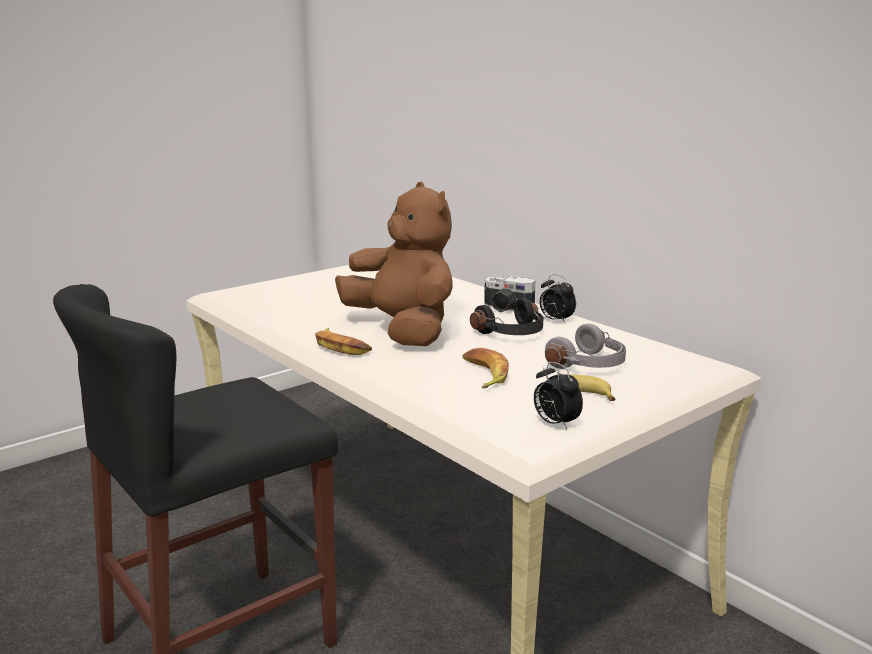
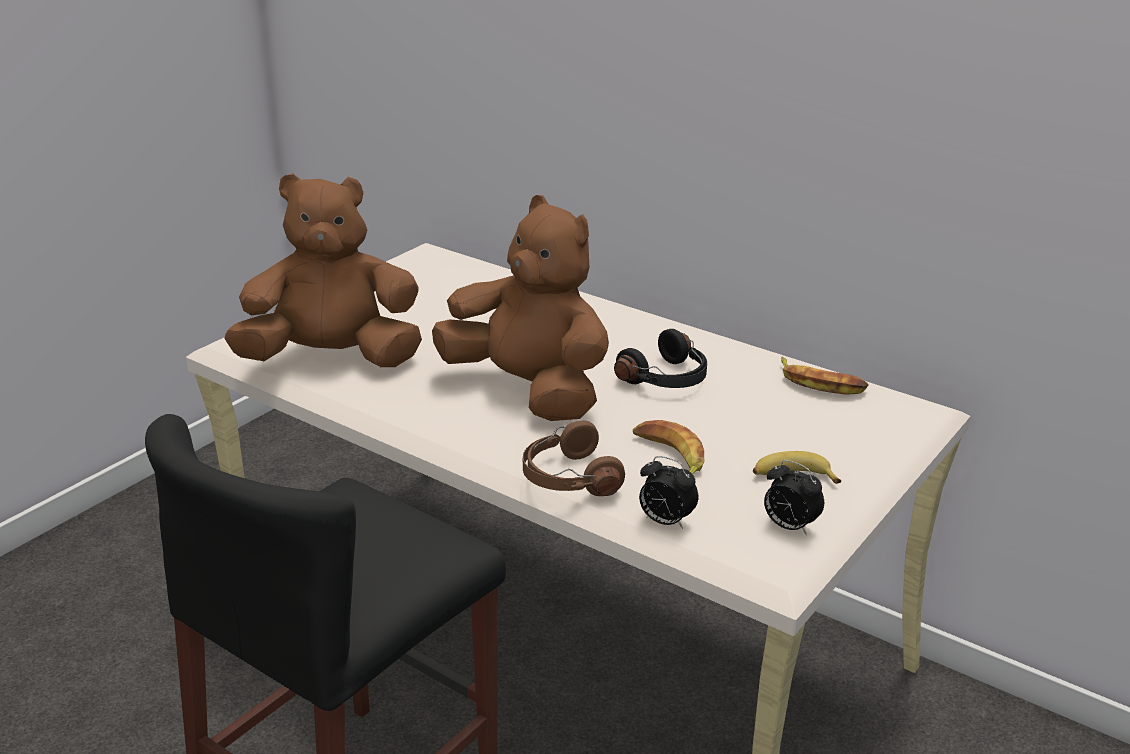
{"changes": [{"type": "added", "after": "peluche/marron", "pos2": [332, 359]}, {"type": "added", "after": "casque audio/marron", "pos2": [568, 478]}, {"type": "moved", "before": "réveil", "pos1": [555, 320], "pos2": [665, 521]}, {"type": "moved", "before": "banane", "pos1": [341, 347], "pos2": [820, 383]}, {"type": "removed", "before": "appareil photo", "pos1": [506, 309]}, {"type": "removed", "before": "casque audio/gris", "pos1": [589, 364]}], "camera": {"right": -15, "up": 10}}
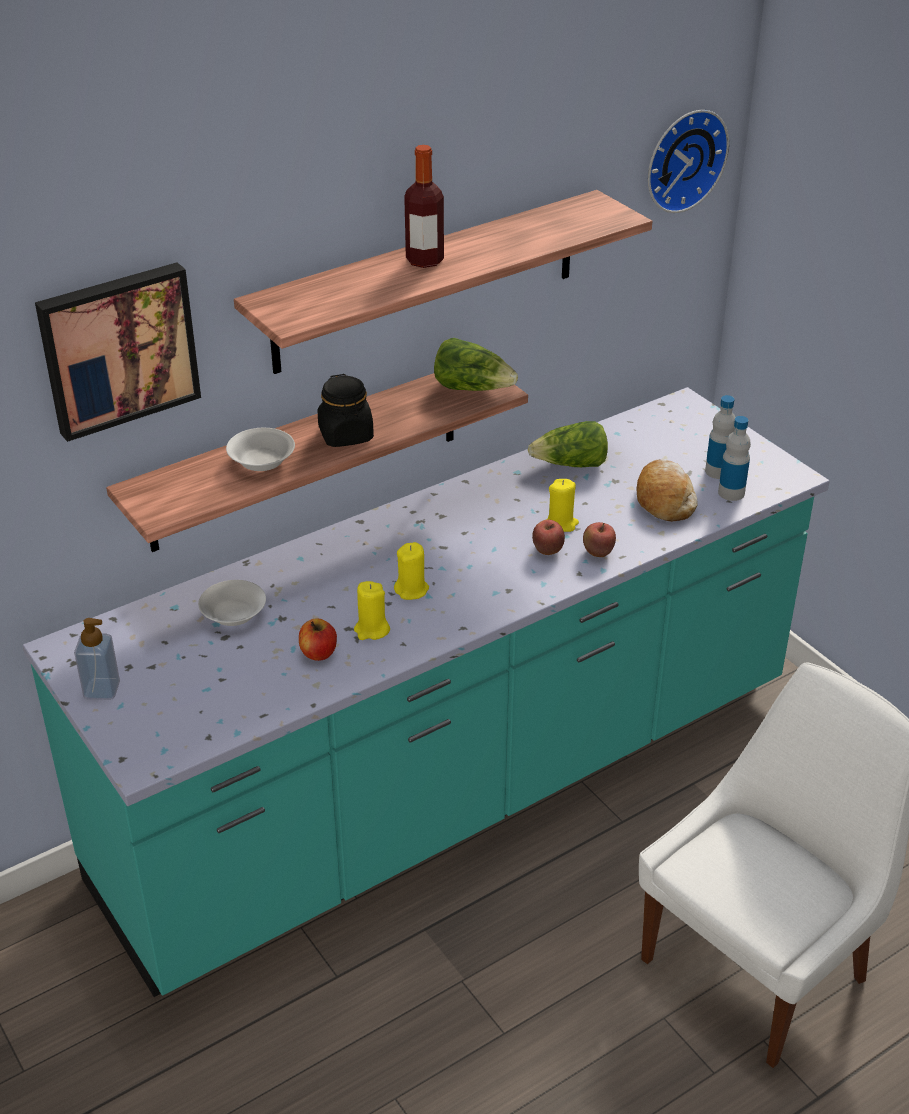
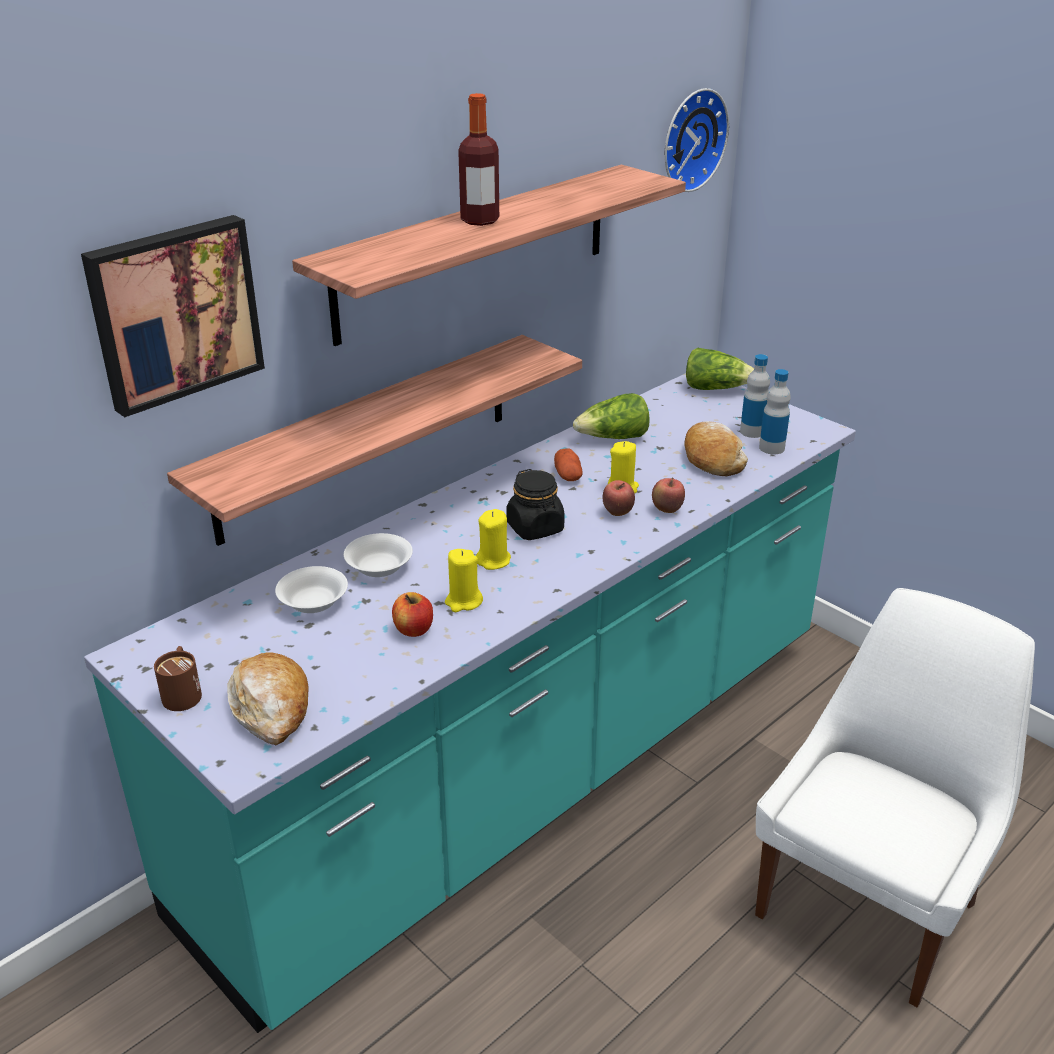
{"changes": [{"type": "replaced", "before": "distributeur de savon", "after": "mug/marron", "pos1": [102, 689], "pos2": [183, 692]}, {"type": "added", "after": "pain", "pos2": [271, 707]}, {"type": "moved", "before": "bol/blanc", "pos1": [261, 462], "pos2": [378, 567]}, {"type": "moved", "before": "bocal/noir", "pos1": [346, 435], "pos2": [535, 528]}, {"type": "added", "after": "pomme de terre", "pos2": [568, 475]}, {"type": "moved", "before": "laitue", "pos1": [472, 388], "pos2": [716, 388]}], "camera": {"right": -10, "up": -5}}
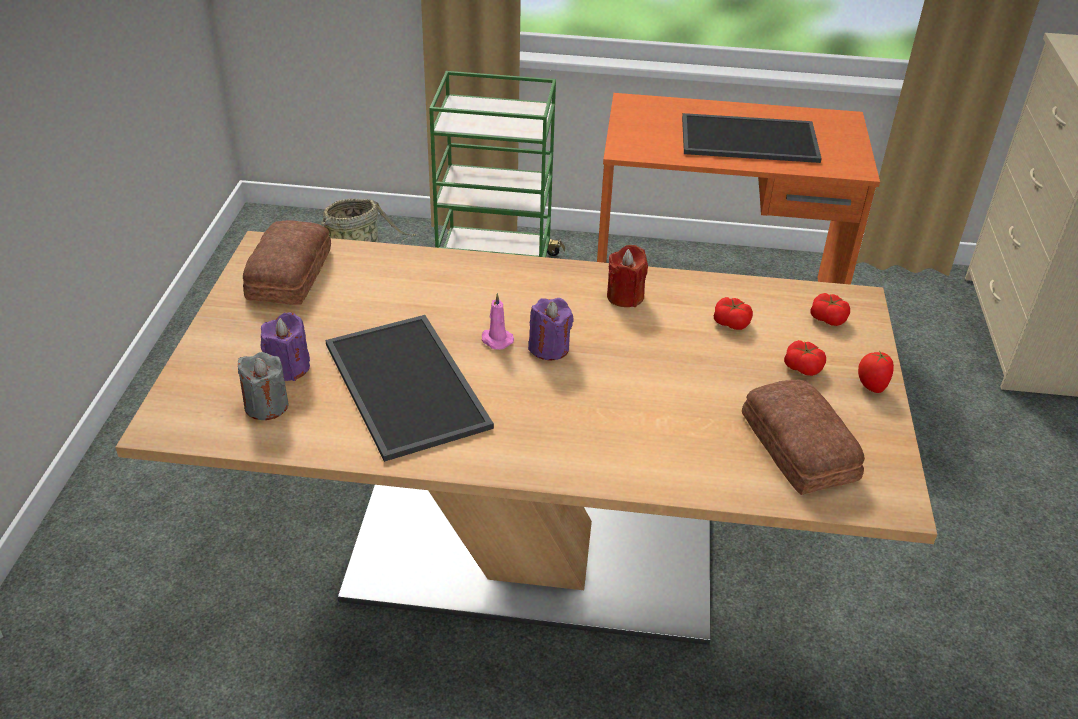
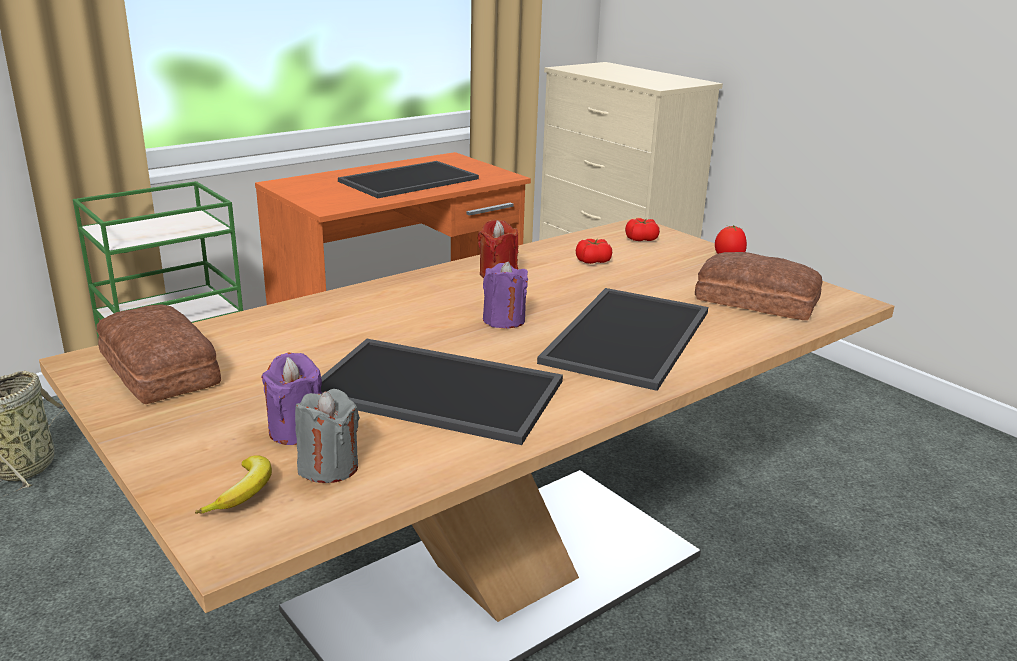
{"changes": [{"type": "added", "after": "banane", "pos2": [243, 493]}, {"type": "added", "after": "plateau", "pos2": [625, 335]}, {"type": "removed", "before": "bougie/rose", "pos1": [496, 340]}, {"type": "removed", "before": "tomate", "pos1": [803, 367]}], "camera": {"right": -45, "up": -15}}
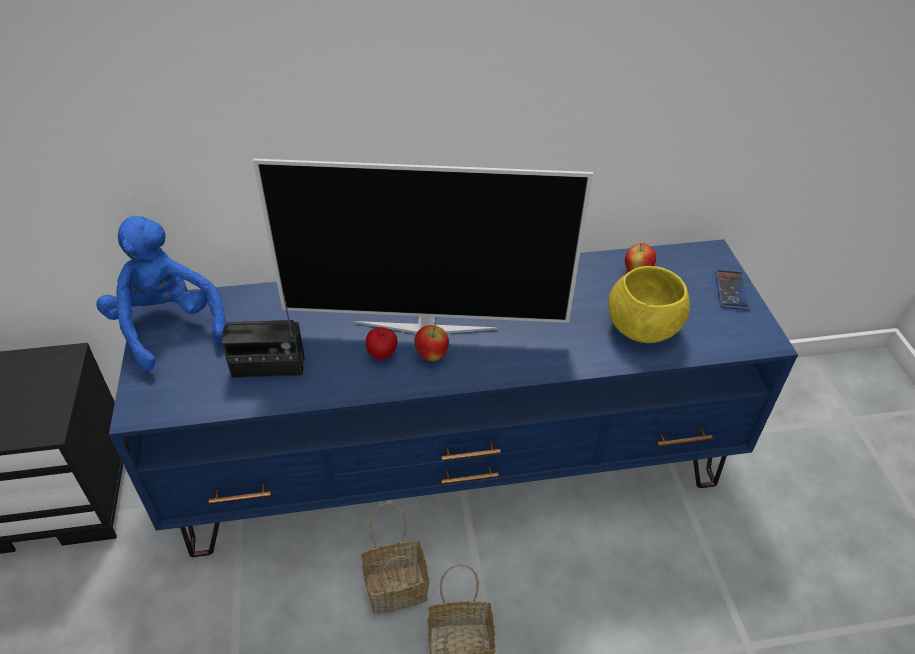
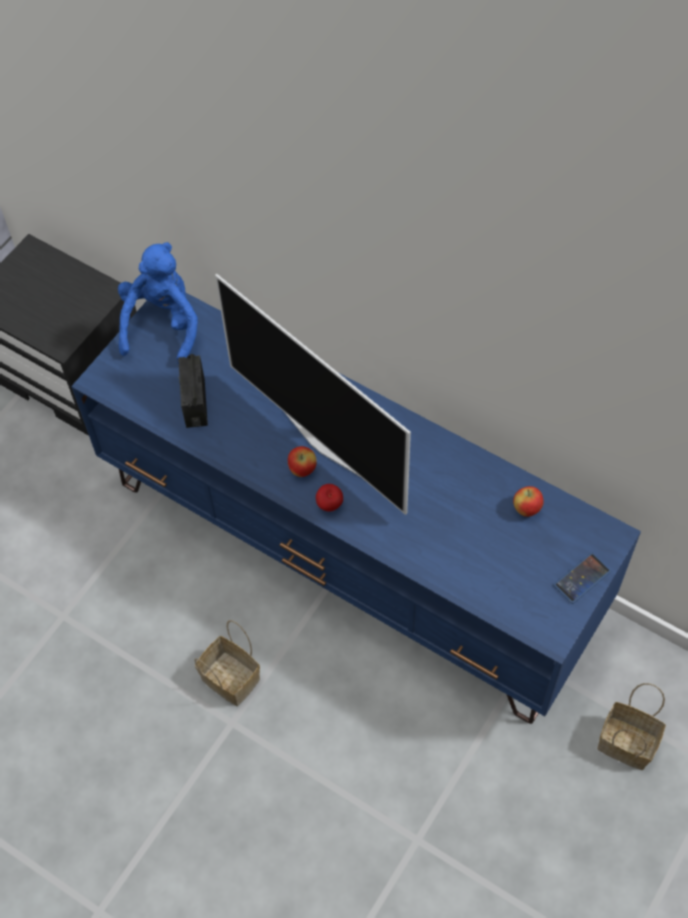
{"changes": [{"type": "turned", "before": "radio", "pos1": [268, 367], "pos2": [195, 402], "turn": 45}, {"type": "moved", "before": "pomme", "pos1": [382, 355], "pos2": [329, 505]}, {"type": "moved", "before": "panier", "pos1": [398, 586], "pos2": [629, 743]}, {"type": "removed", "before": "bol/jaune", "pos1": [642, 328]}], "camera": {"right": 45, "up": 15}}
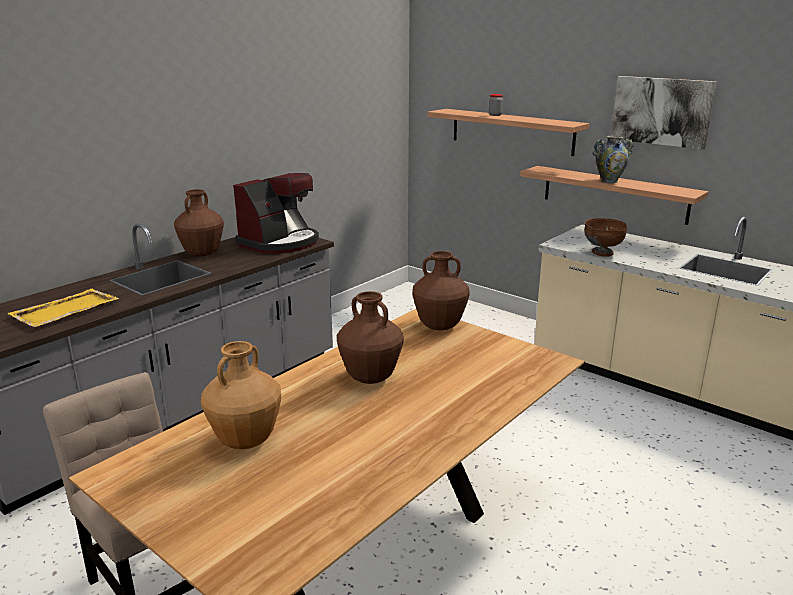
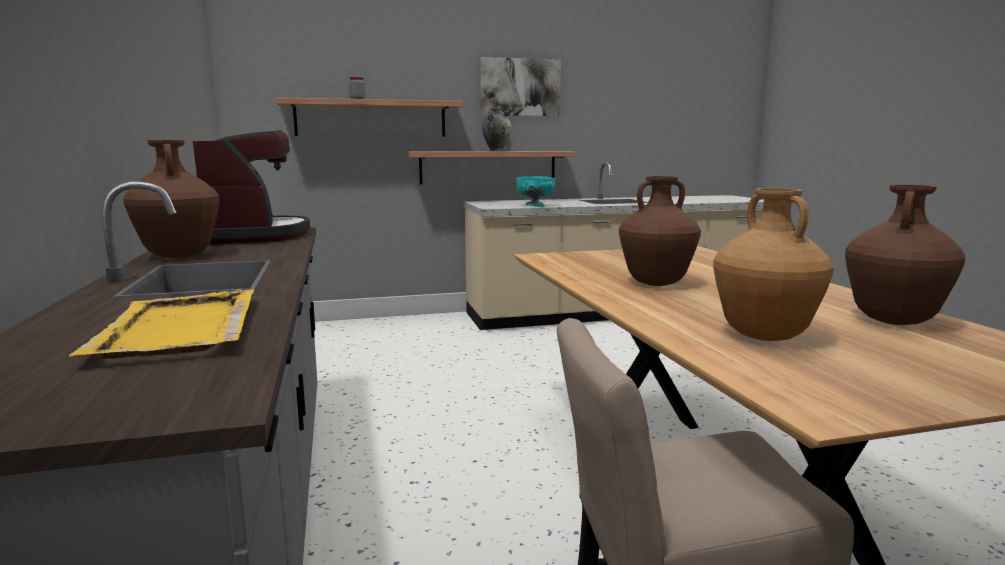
{"changes": [{"type": "recoloured", "before": "bol/marron", "after": "bol/turquoise", "pos1": [602, 253], "pos2": [535, 206]}, {"type": "moved", "before": "vase/marron", "pos1": [439, 326], "pos2": [893, 321]}], "camera": {"right": -55, "up": -10}}
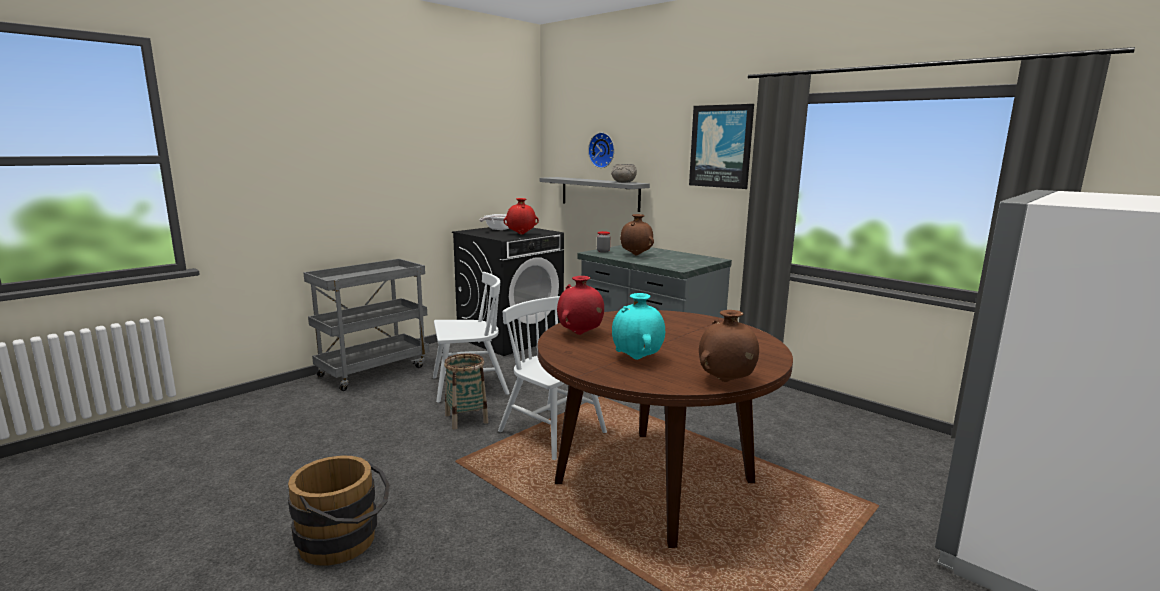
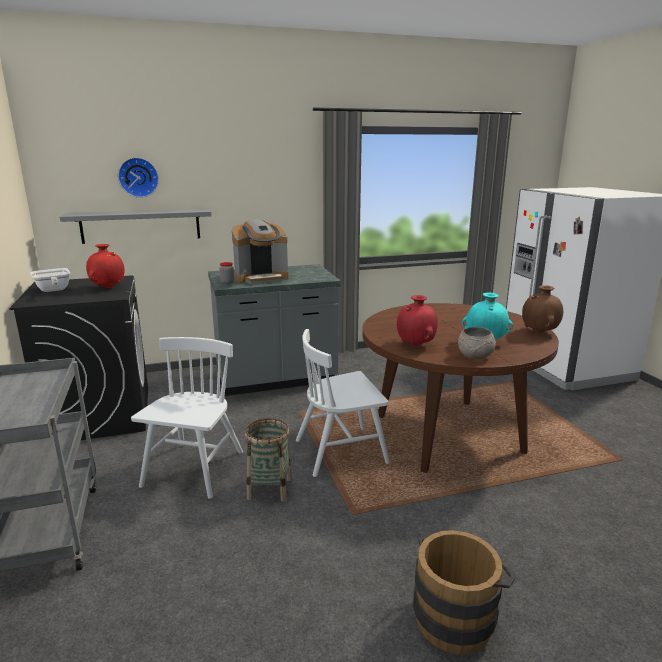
{"changes": [{"type": "replaced", "before": "vase/marron", "after": "machine à café", "pos1": [636, 255], "pos2": [261, 278]}, {"type": "moved", "before": "bol/gris", "pos1": [624, 182], "pos2": [475, 356]}, {"type": "removed", "before": "tableau", "pos1": [721, 146]}], "camera": {"right": -60, "up": 5}}
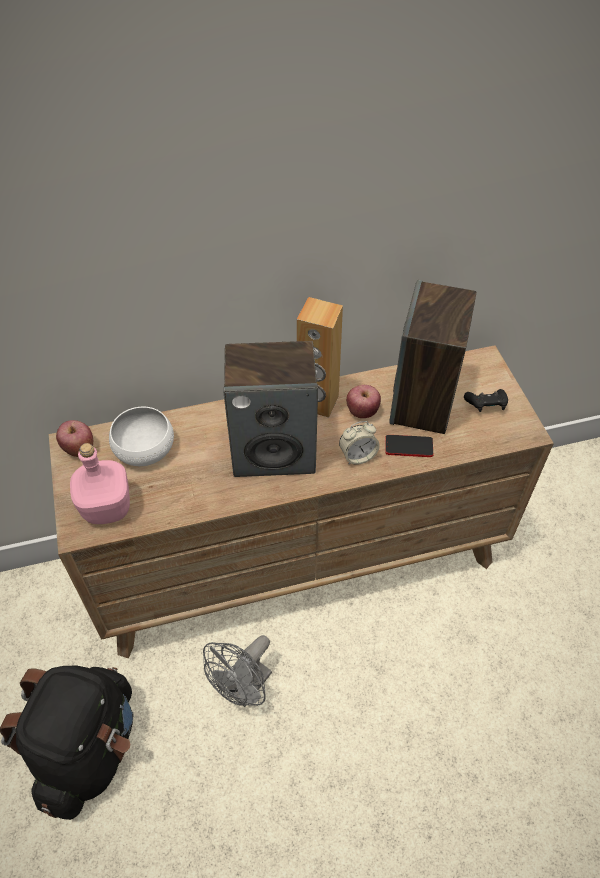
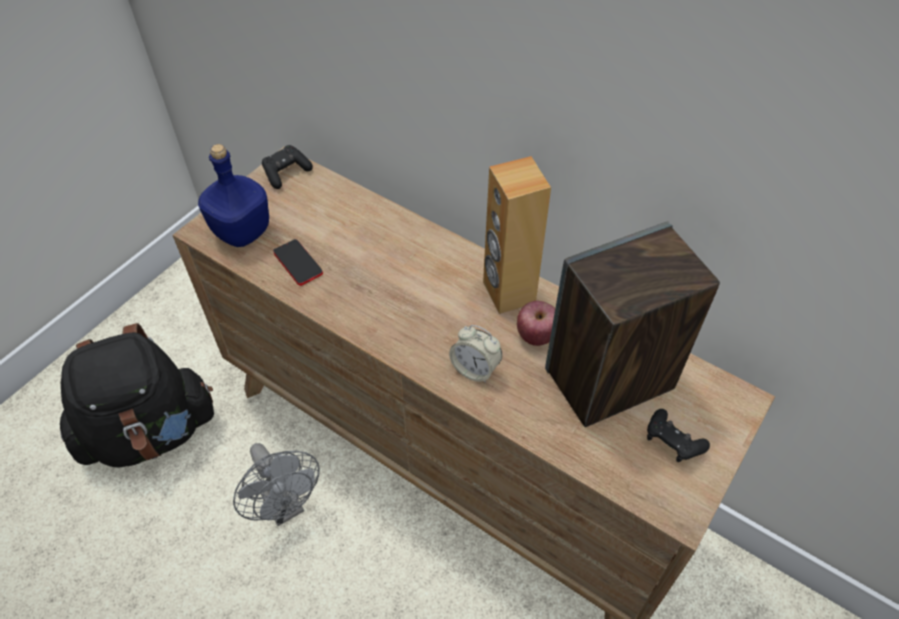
{"changes": [{"type": "recoloured", "before": "bouteille/rose", "after": "bouteille/bleu", "pos1": [107, 509], "pos2": [241, 232]}, {"type": "turned", "before": "ventilateur/gris", "pos1": [244, 689], "pos2": [285, 506], "turn": -120}, {"type": "replaced", "before": "pomme", "after": "manette/noir", "pos1": [79, 448], "pos2": [286, 173]}, {"type": "moved", "before": "téléphone", "pos1": [409, 446], "pos2": [298, 263]}, {"type": "removed", "before": "bol/blanc", "pos1": [144, 448]}, {"type": "removed", "before": "enceinte", "pos1": [274, 451]}], "camera": {"right": 50, "up": 0}}
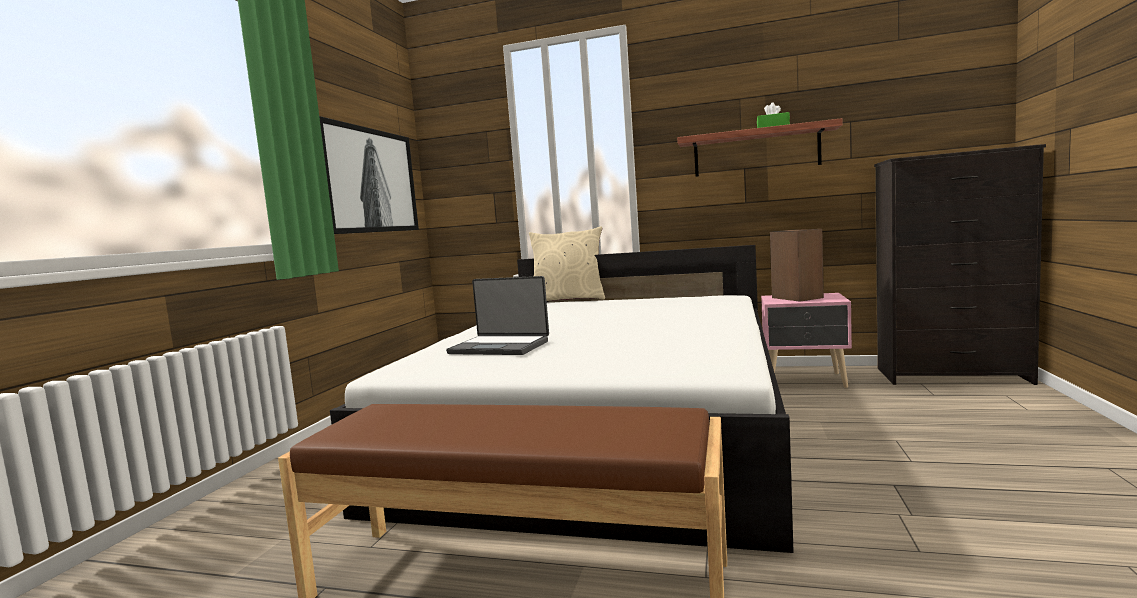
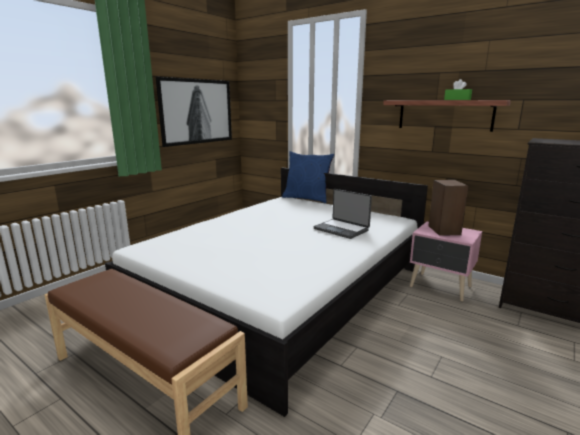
{"changes": [{"type": "recoloured", "before": "coussin/beige", "after": "coussin/bleu", "pos1": [568, 300], "pos2": [307, 198]}, {"type": "moved", "before": "ordinateur portable", "pos1": [500, 347], "pos2": [342, 229]}], "camera": {"right": 20, "up": 10}}
